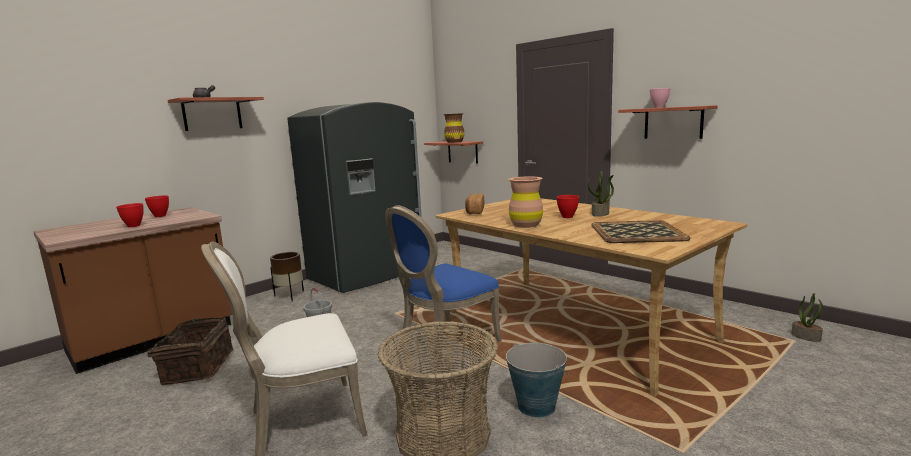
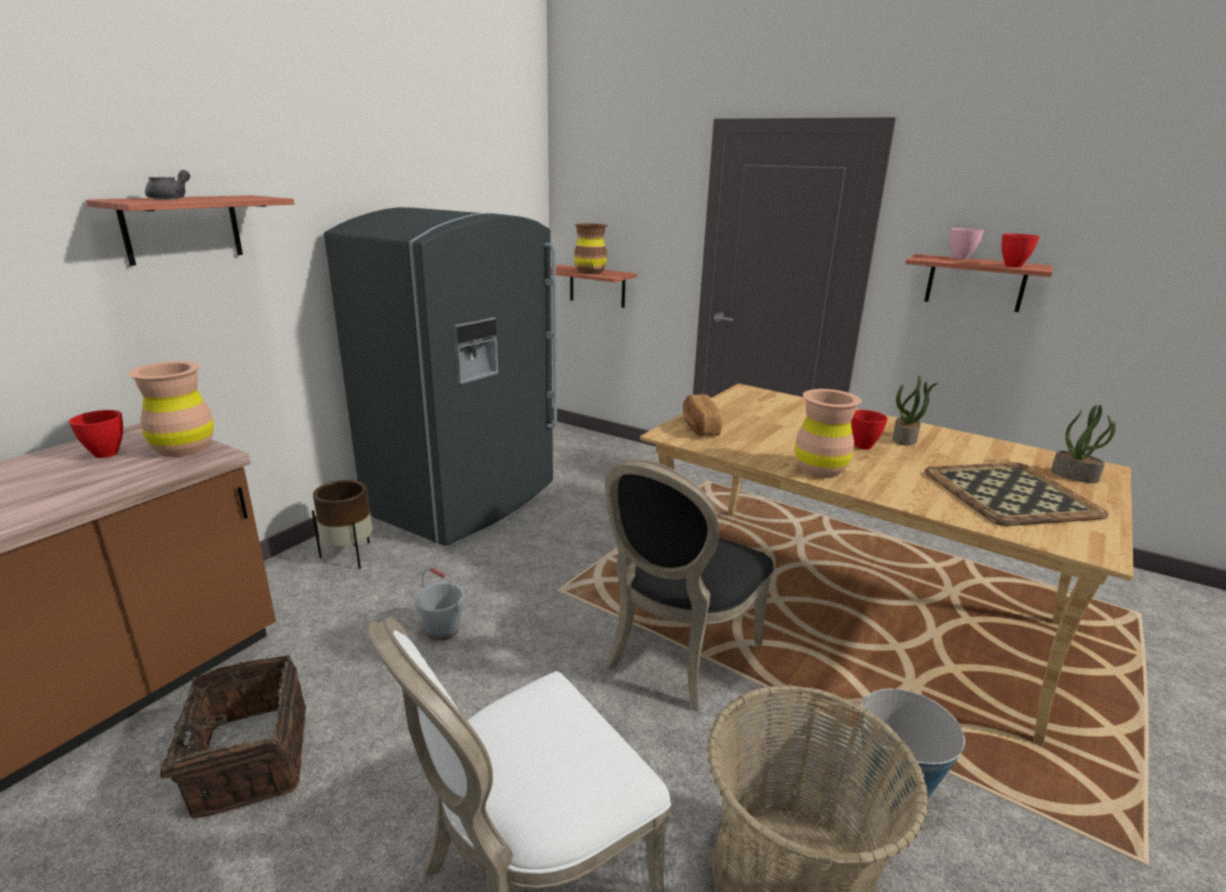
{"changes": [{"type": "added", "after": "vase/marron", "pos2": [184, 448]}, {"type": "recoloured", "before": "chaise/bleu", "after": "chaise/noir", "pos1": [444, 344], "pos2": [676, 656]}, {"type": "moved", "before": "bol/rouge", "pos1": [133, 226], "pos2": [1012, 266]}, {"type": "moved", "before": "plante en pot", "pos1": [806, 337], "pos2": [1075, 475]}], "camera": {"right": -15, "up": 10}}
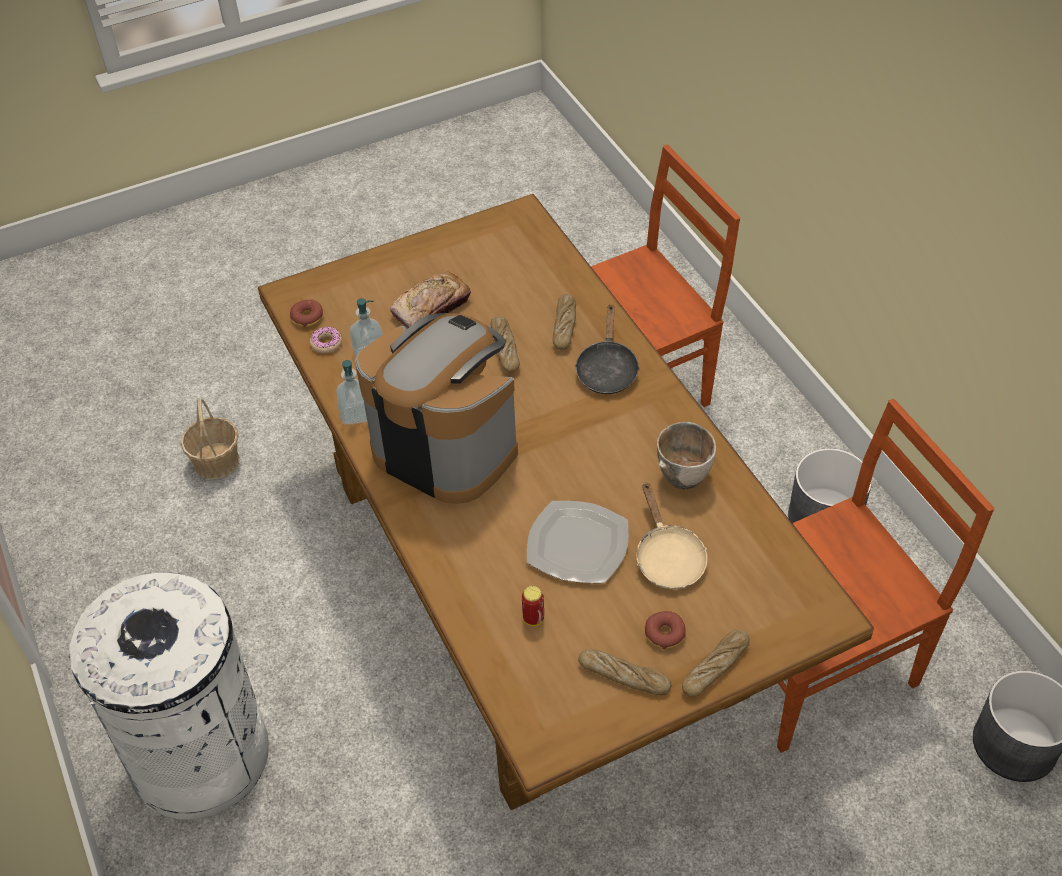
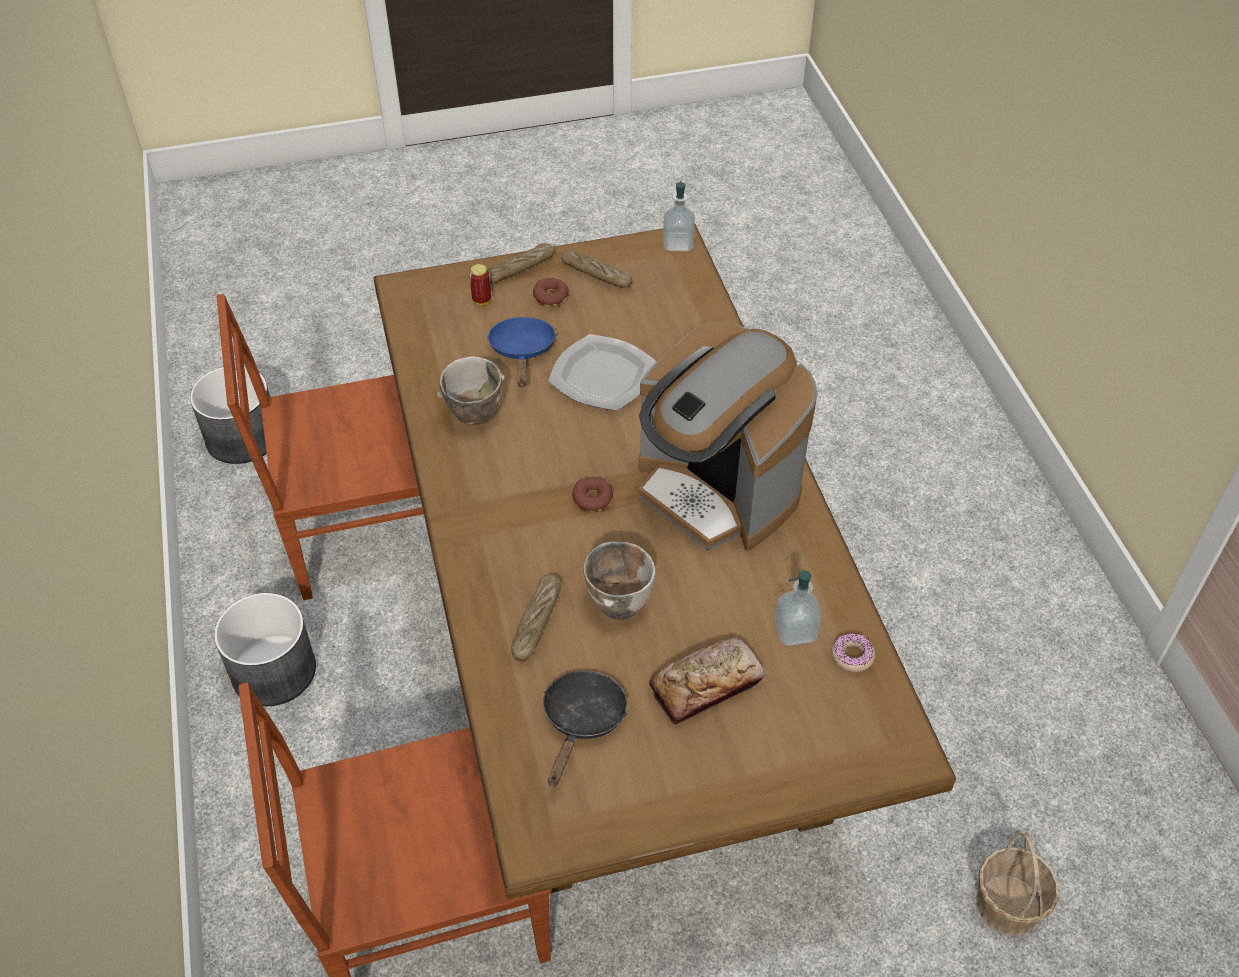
{"changes": [{"type": "moved", "before": "boîte métallique", "pos1": [533, 618], "pos2": [481, 300]}, {"type": "recoloured", "before": "poêle/beige", "after": "poêle/bleu", "pos1": [667, 557], "pos2": [522, 352]}, {"type": "moved", "before": "poêle/noir", "pos1": [607, 369], "pos2": [582, 721]}, {"type": "moved", "before": "beignet", "pos1": [307, 317], "pos2": [592, 499]}, {"type": "replaced", "before": "pain", "after": "bol", "pos1": [505, 348], "pos2": [621, 604]}, {"type": "moved", "before": "distributeur de savon", "pos1": [356, 414], "pos2": [678, 244]}, {"type": "removed", "before": "poubelle/blanc", "pos1": [201, 756]}], "camera": {"right": -170, "up": 0}}
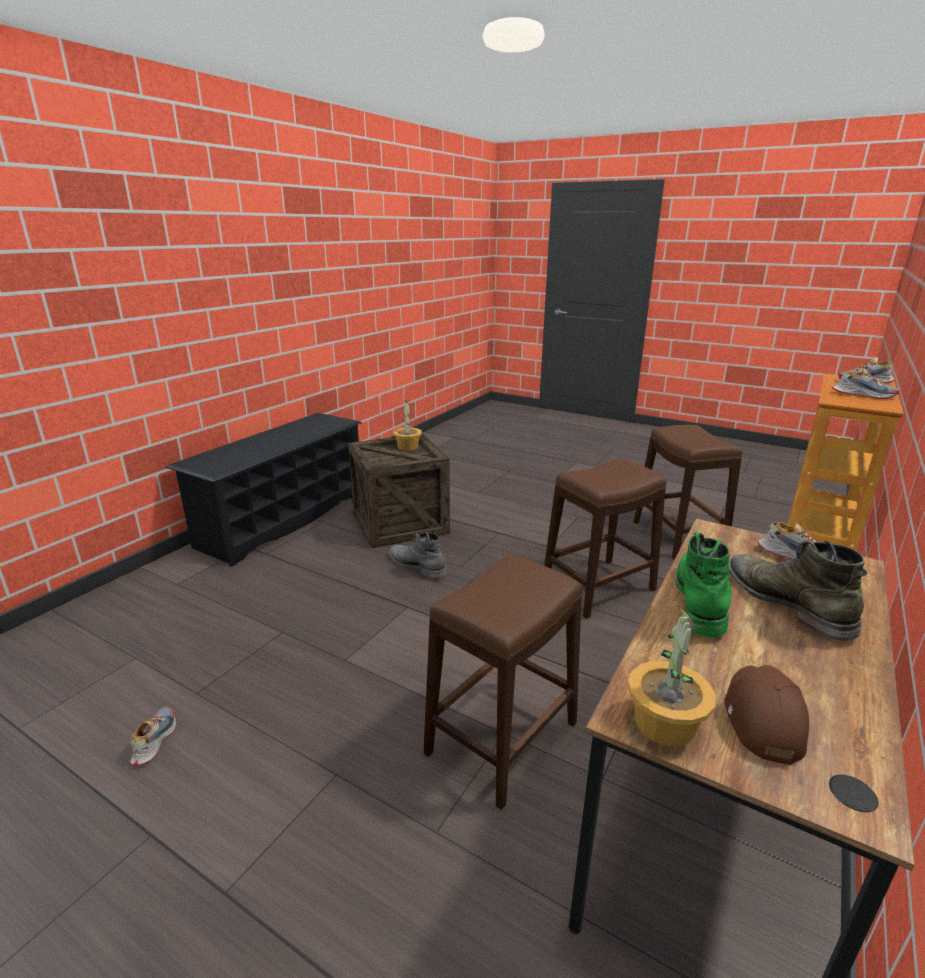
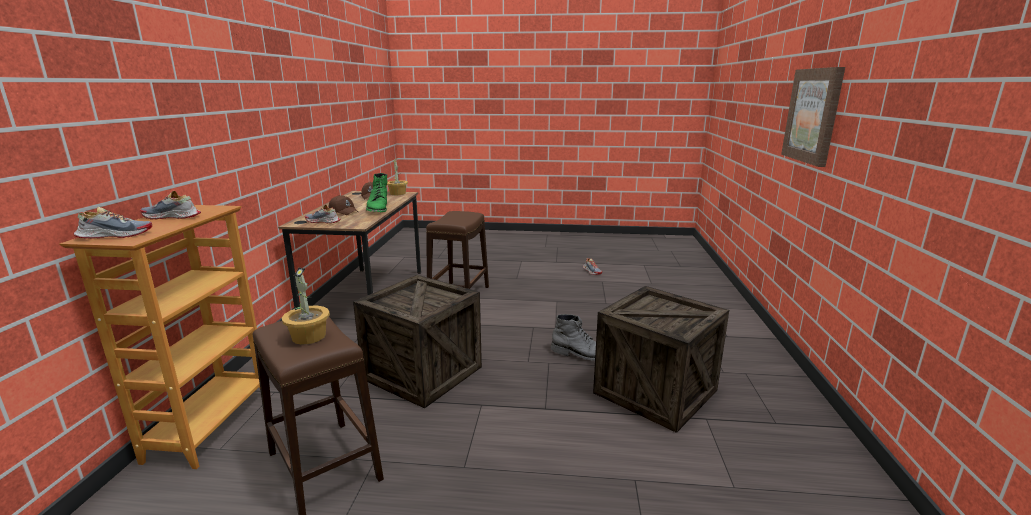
{"changes": [{"type": "moved", "before": "plante en pot", "pos1": [407, 446], "pos2": [309, 336]}, {"type": "replaced", "before": "botte/vert", "after": "casquette/marron", "pos1": [786, 602], "pos2": [343, 211]}, {"type": "replaced", "before": "tabouret/marron", "after": "caisse", "pos1": [599, 588], "pos2": [423, 373]}, {"type": "added", "after": "tableau", "pos2": [813, 115]}, {"type": "removed", "before": "étagère à chaussures/noir", "pos1": [284, 519]}], "camera": {"right": 155, "up": -5}}
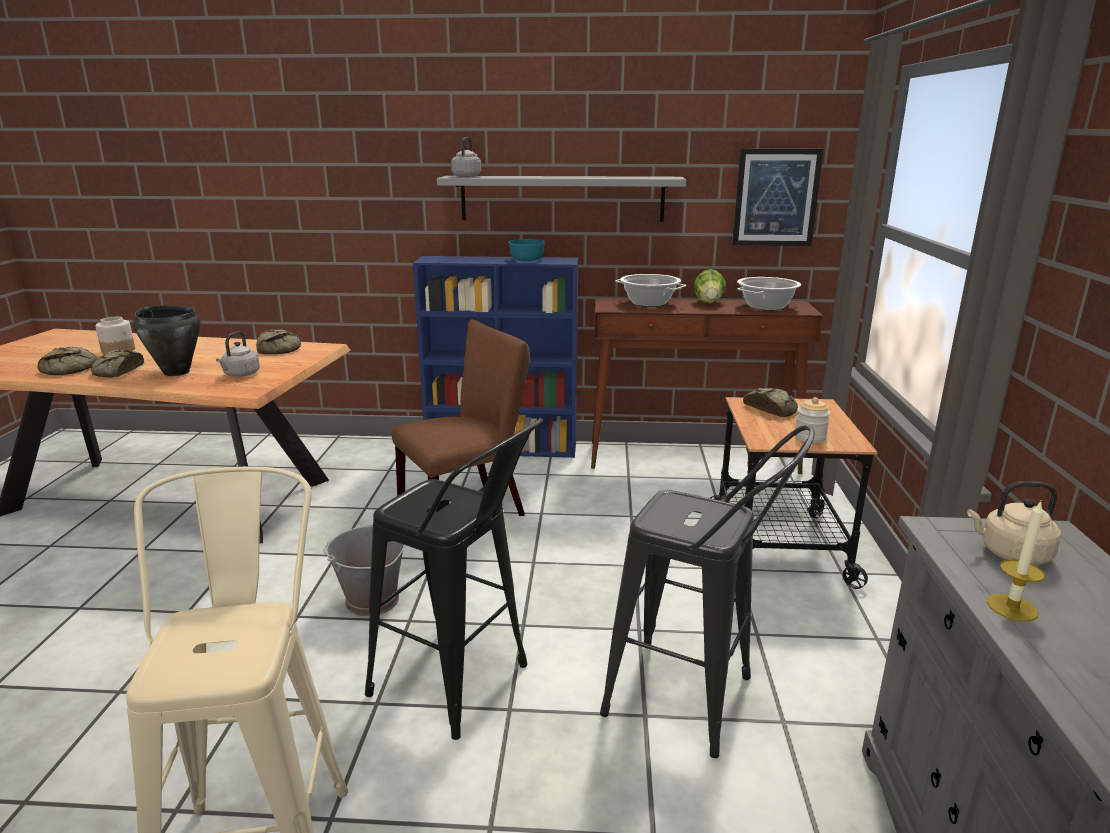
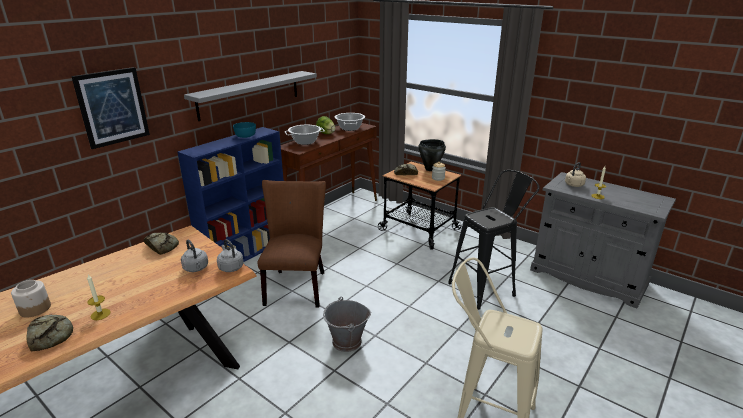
{"changes": [{"type": "moved", "before": "tableau", "pos1": [776, 197], "pos2": [112, 107]}, {"type": "replaced", "before": "pain", "after": "bougie", "pos1": [117, 371], "pos2": [100, 314]}, {"type": "moved", "before": "bouilloire/gris", "pos1": [467, 176], "pos2": [230, 267]}, {"type": "moved", "before": "marmite/noir", "pos1": [177, 372], "pos2": [430, 169]}, {"type": "removed", "before": "tabouret/noir", "pos1": [462, 687]}], "camera": {"right": -55, "up": 5}}
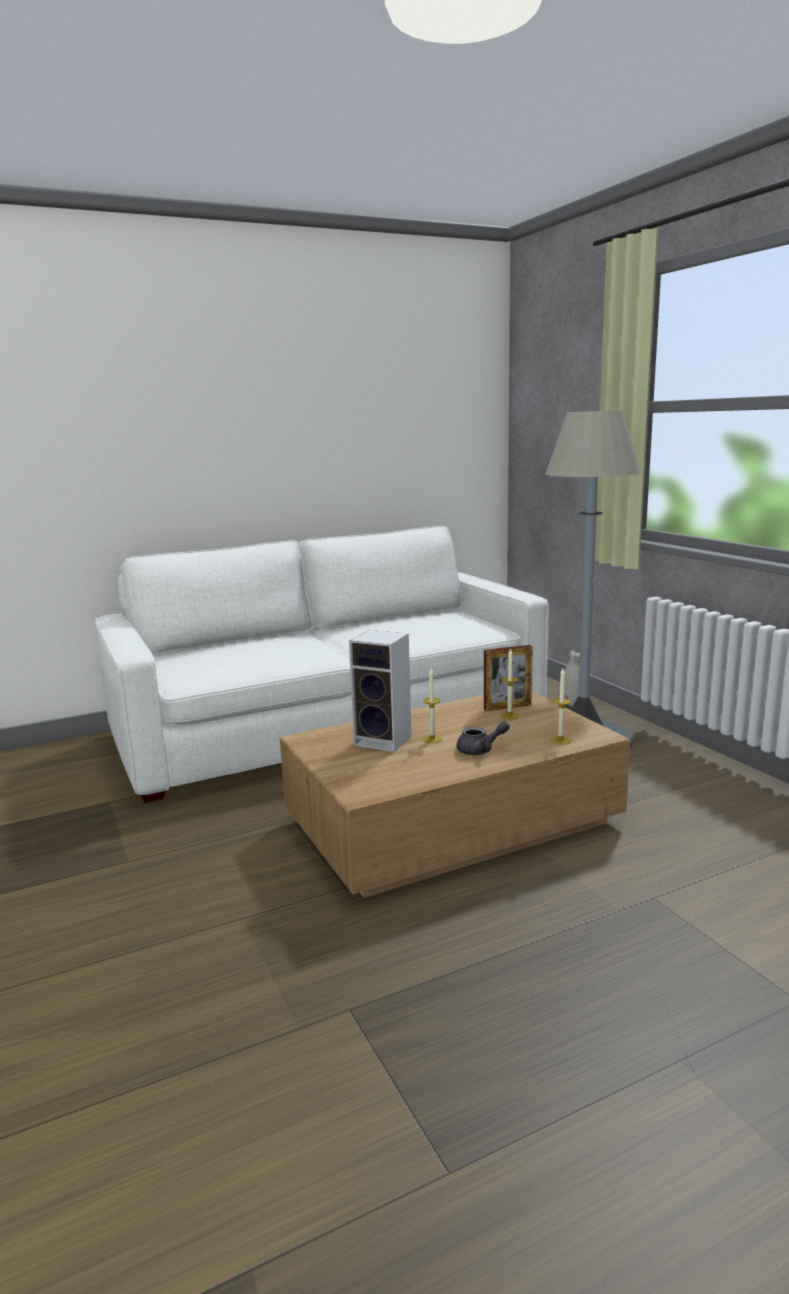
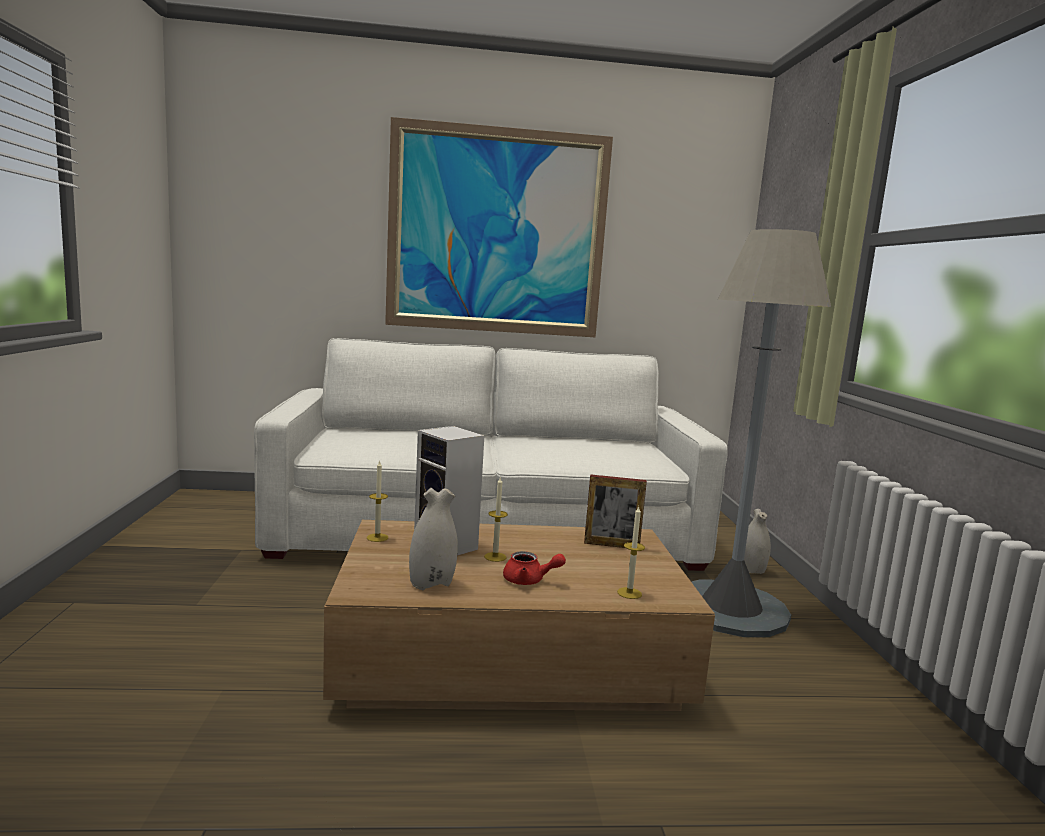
{"changes": [{"type": "moved", "before": "bougie", "pos1": [509, 715], "pos2": [377, 537]}, {"type": "added", "after": "tableau", "pos2": [497, 232]}, {"type": "added", "after": "vase/blanc", "pos2": [432, 583]}, {"type": "recoloured", "before": "théière/gris", "after": "théière/rouge", "pos1": [480, 750], "pos2": [529, 580]}], "camera": {"right": 20, "up": -5}}
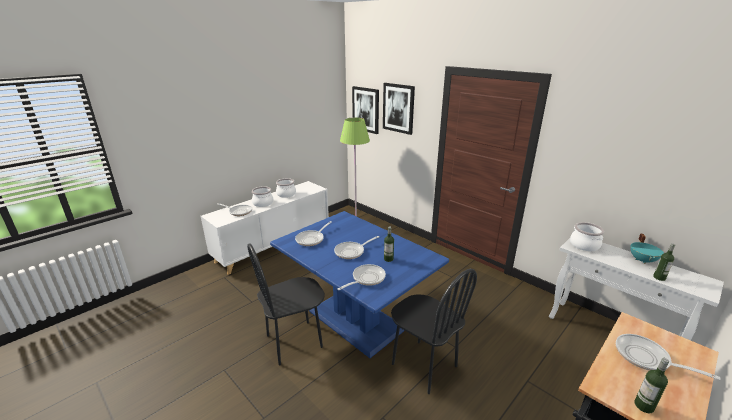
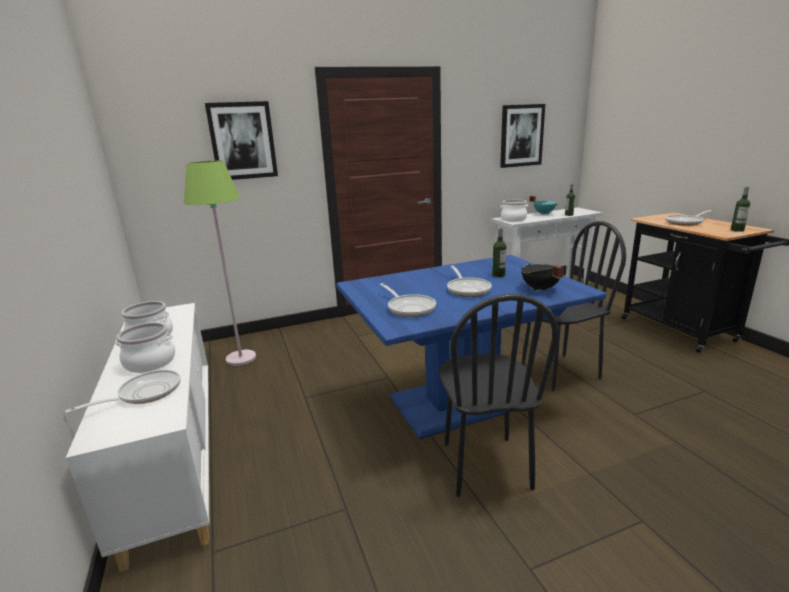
{"changes": [{"type": "moved", "before": "tableau", "pos1": [366, 109], "pos2": [521, 136]}, {"type": "replaced", "before": "poêle", "after": "marmite/noir", "pos1": [366, 279], "pos2": [539, 289]}], "camera": {"right": -65, "up": -5}}
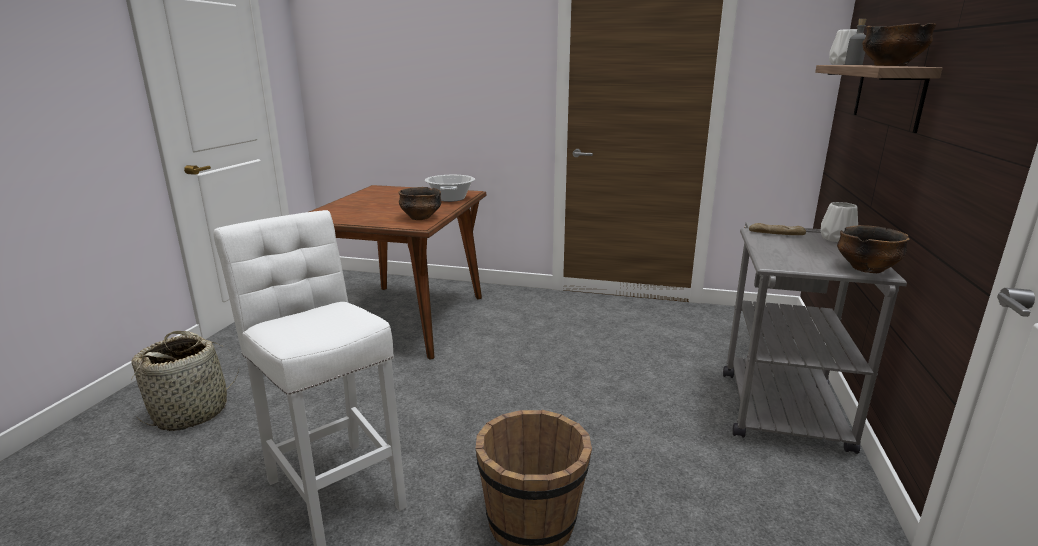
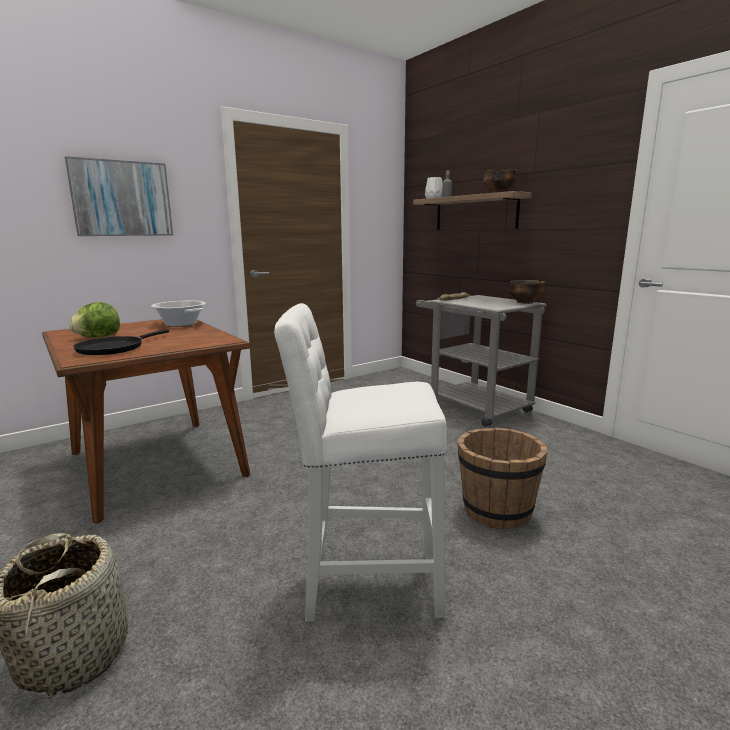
{"changes": [{"type": "added", "after": "tableau", "pos2": [122, 199]}, {"type": "added", "after": "laitue", "pos2": [98, 337]}, {"type": "added", "after": "poêle/noir", "pos2": [114, 348]}, {"type": "removed", "before": "bol", "pos1": [420, 218]}, {"type": "removed", "before": "vase/blanc", "pos1": [836, 238]}], "camera": {"right": -50, "up": -5}}
